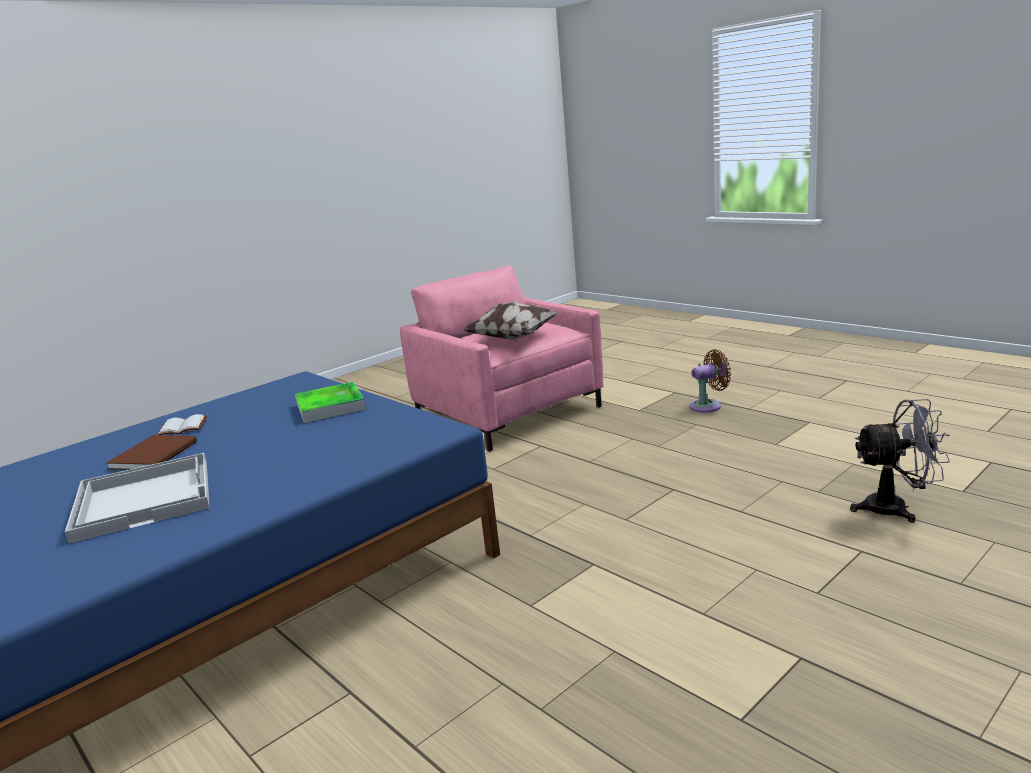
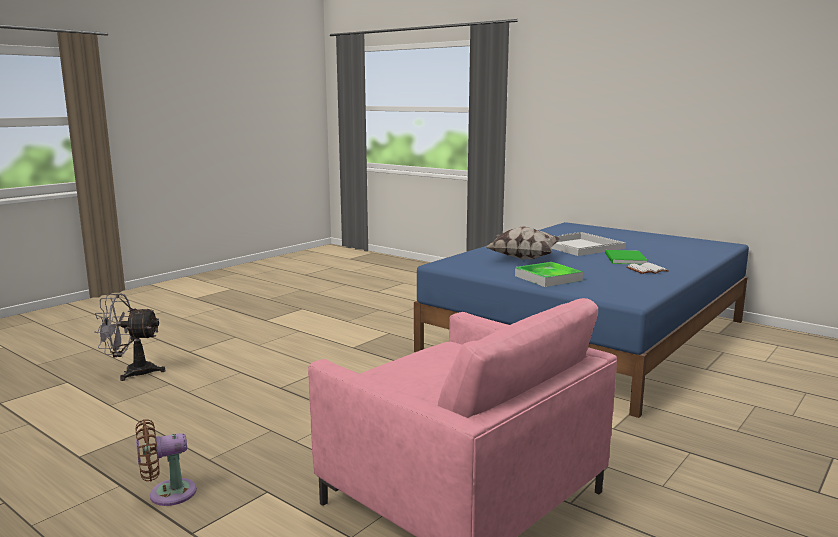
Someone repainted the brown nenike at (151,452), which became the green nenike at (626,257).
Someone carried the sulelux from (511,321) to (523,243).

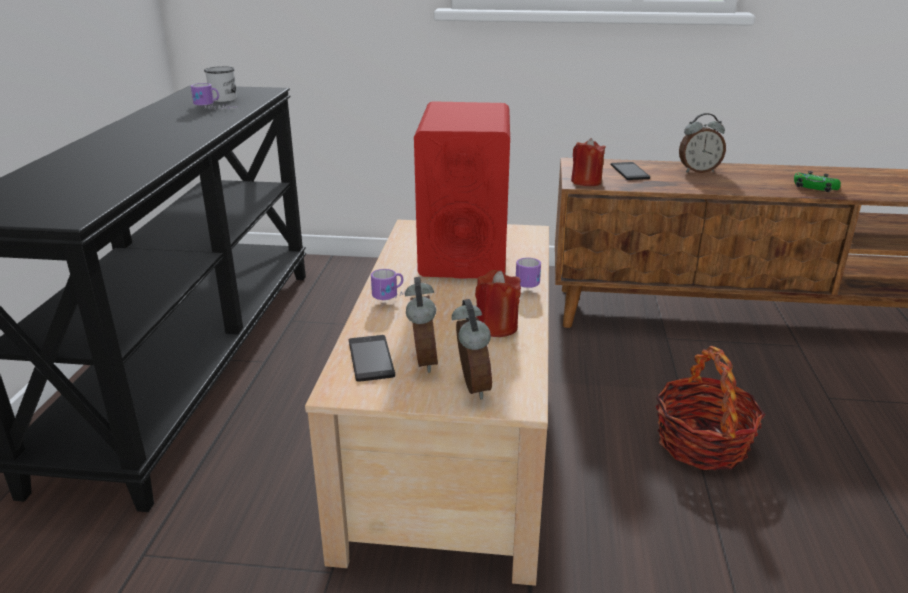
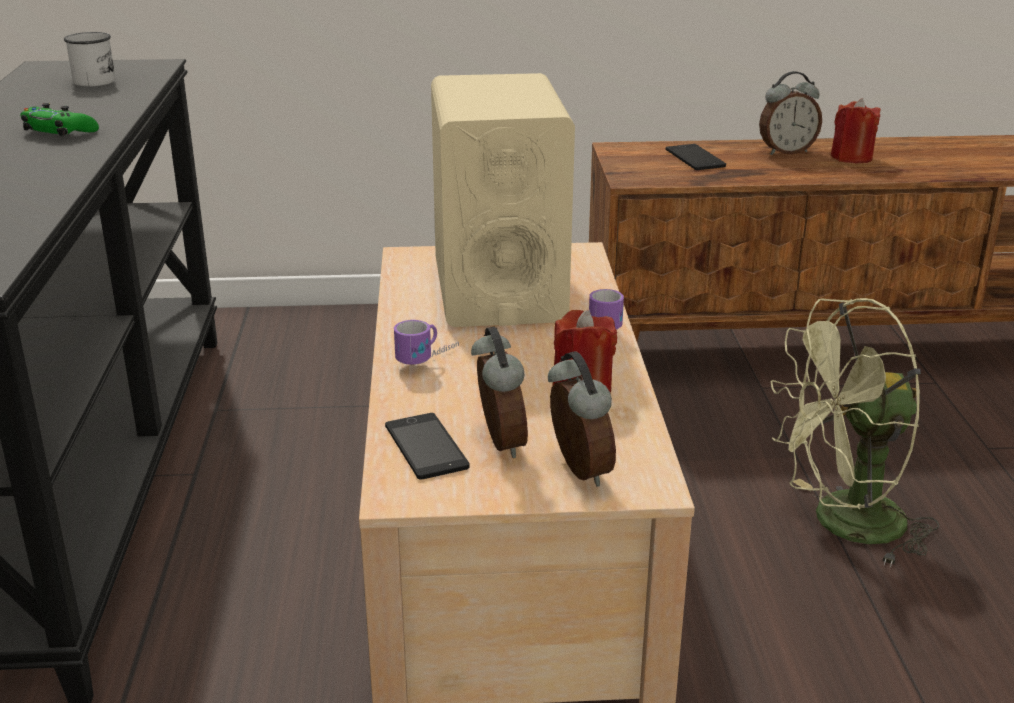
Someone took away the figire at (214,96).
Someone repainted the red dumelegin at (462,190), which became the beige dumelegin at (503,200).
Someone carried the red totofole from (588,162) to (856,130).
Someone swapped the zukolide at (710,408) for the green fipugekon at (855,432).
Someone carried the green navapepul from (817,181) to (60,119).

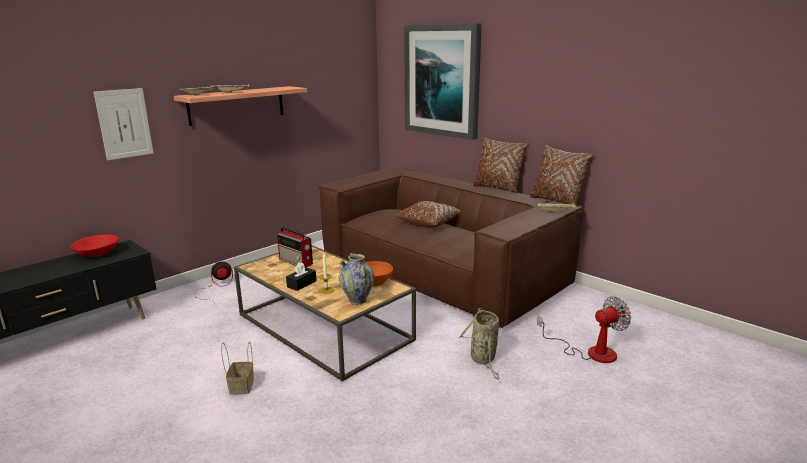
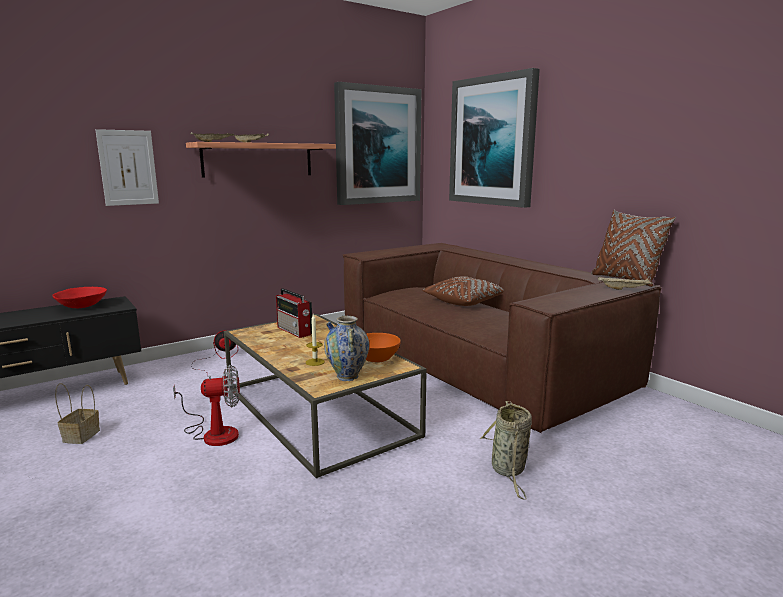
Someone carried the zukolide from (237,368) to (77,413).
Someone took away the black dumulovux at (301,276).
Someone took away the brown sulelux at (500,165).
Someone carried the fipugekon from (584,329) to (206,405).
Someone put up the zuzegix at (378,143).

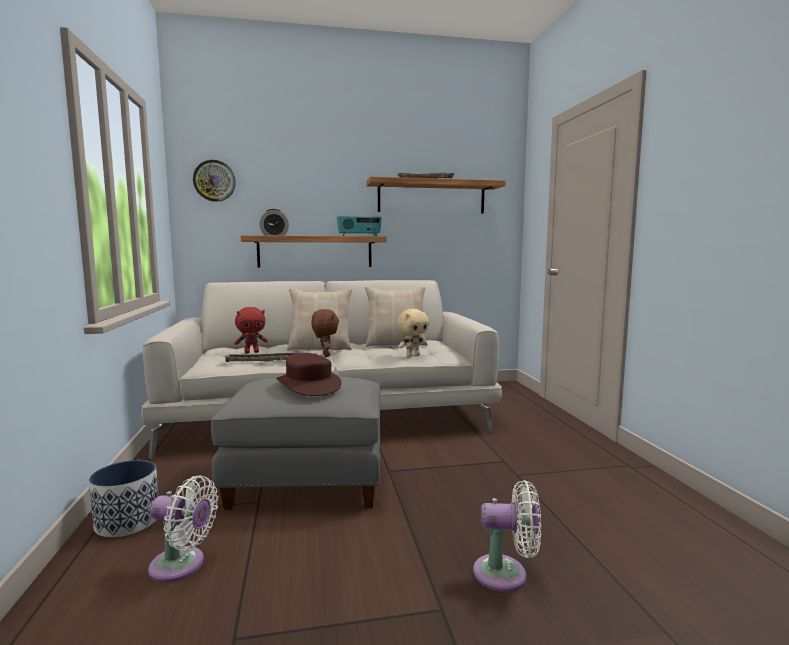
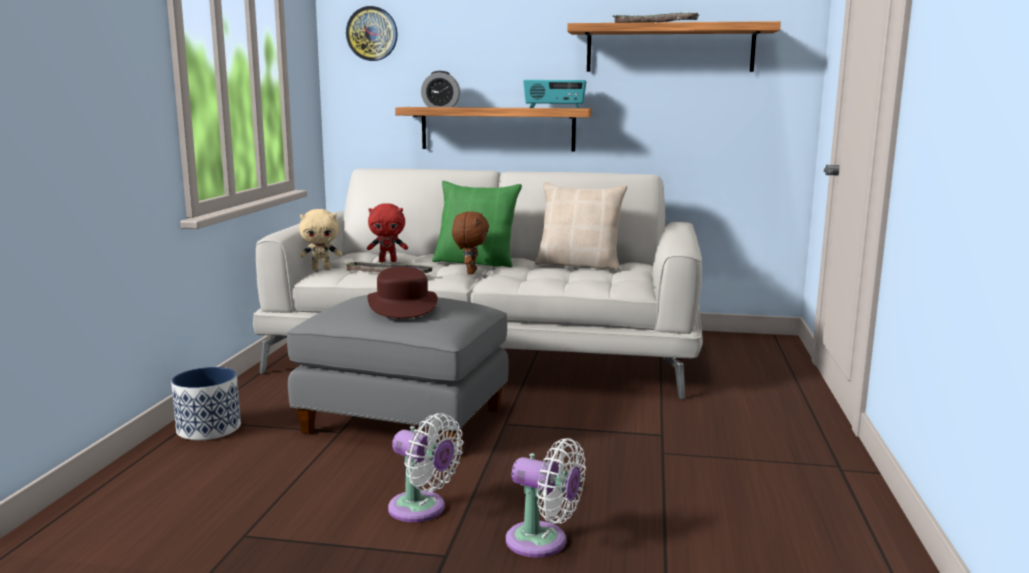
Someone carried the white fipugekon from (183,529) to (425,467).
Someone repainted the beige sulelux at (319,319), which became the green sulelux at (477,224).
Someone carried the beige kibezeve from (413,333) to (320,239).

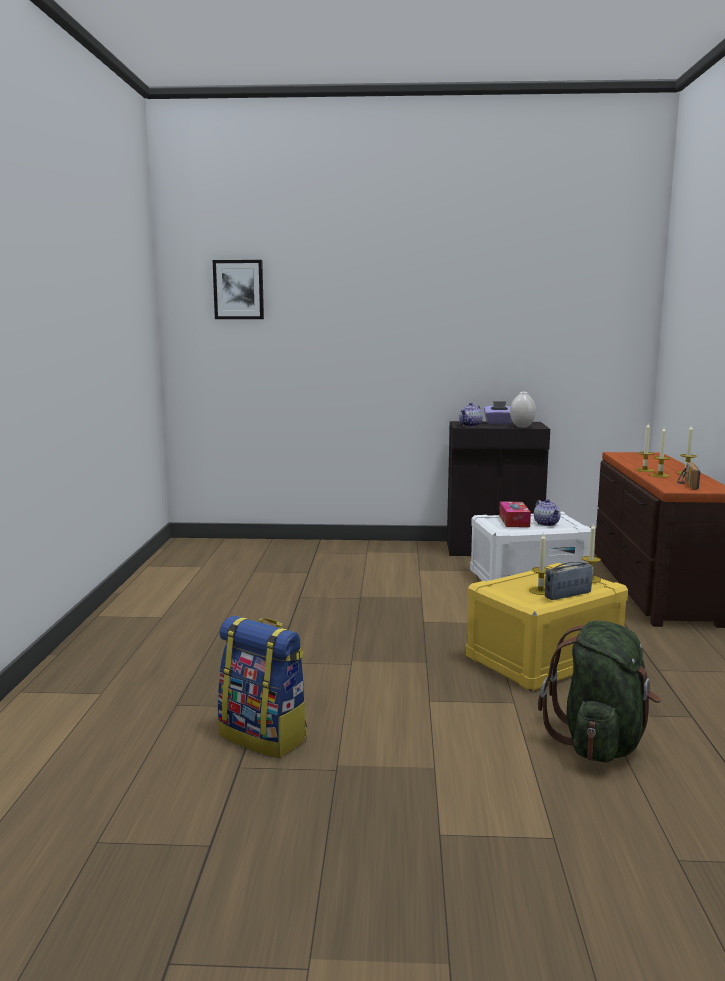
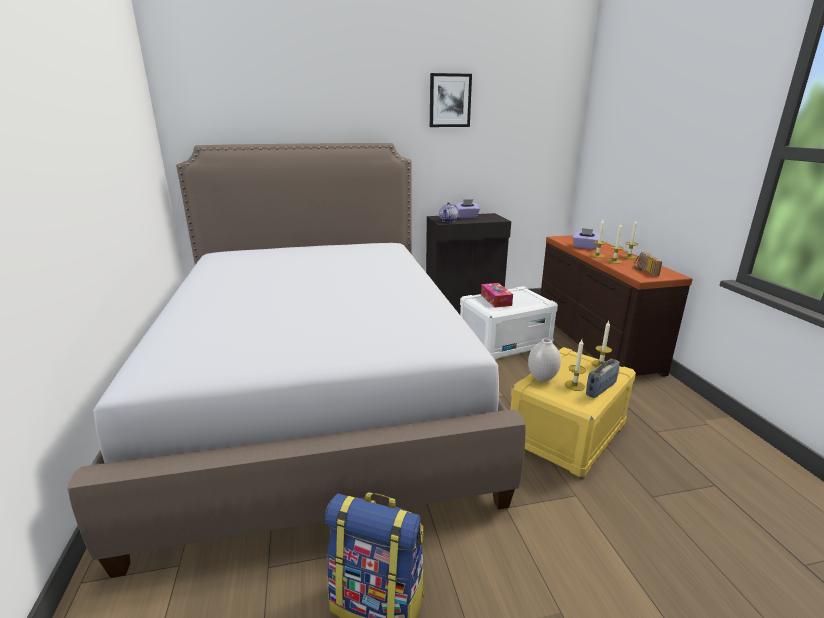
Someone carried the zuzegix from (238,289) to (451,100).
Someone carried the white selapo from (523,410) to (544,360).
Someone took away the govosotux at (547,512).
Someone took away the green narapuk at (599,691).
Someone put down the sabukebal at (297,360).
Someone put down the purple dumulovux at (586,239).

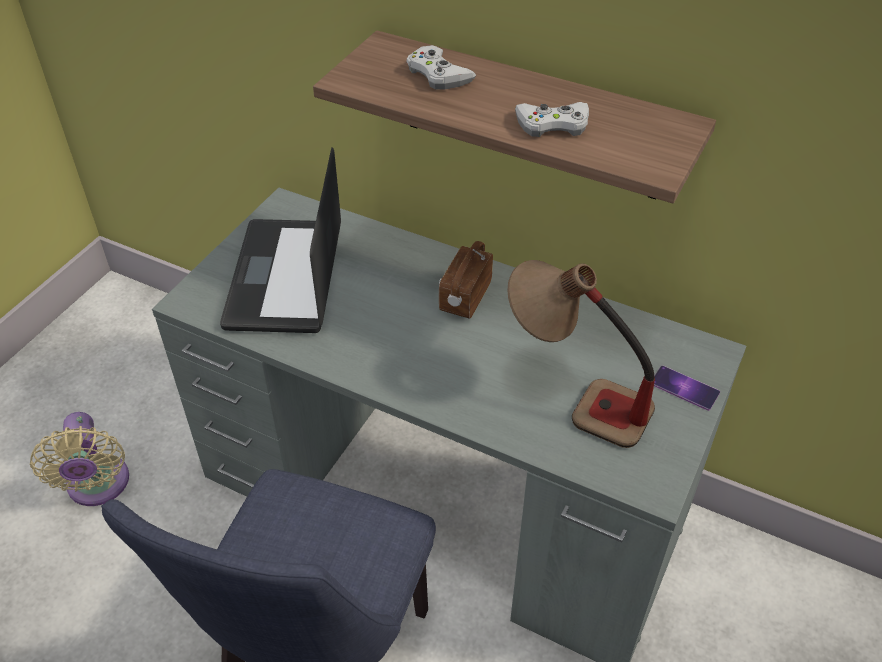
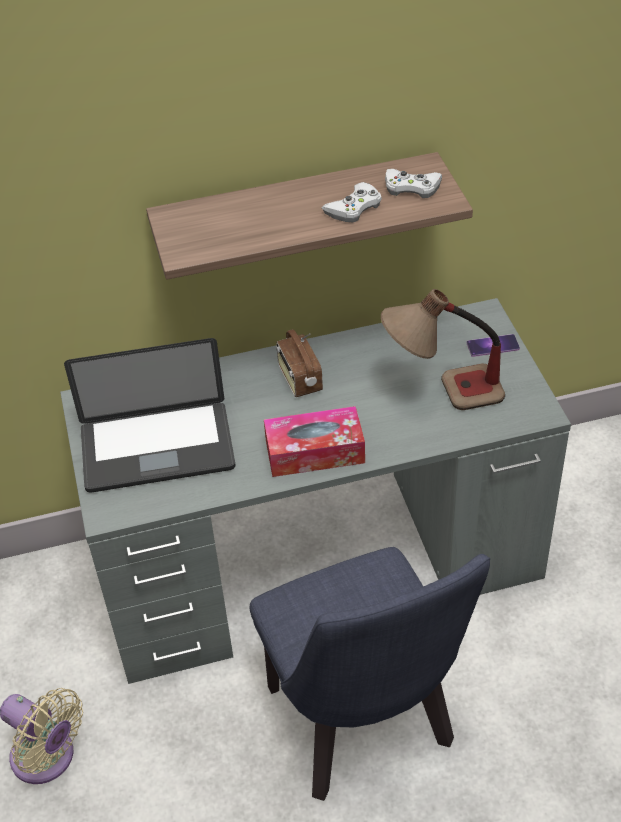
Someone rotated the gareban at (280,240) by 60 degrees counterclockwise.
Someone carried the white navapepul from (441,67) to (413,183).
Someone put down the dumulovux at (314,441).

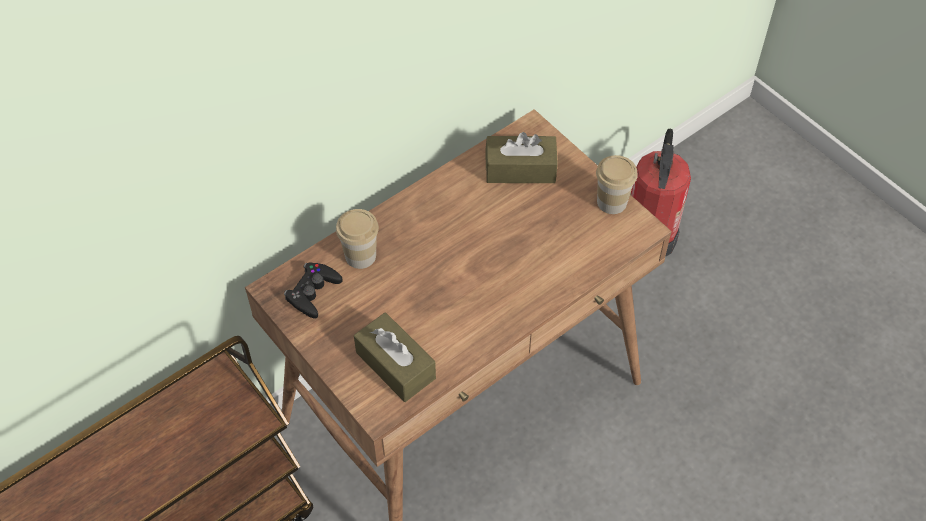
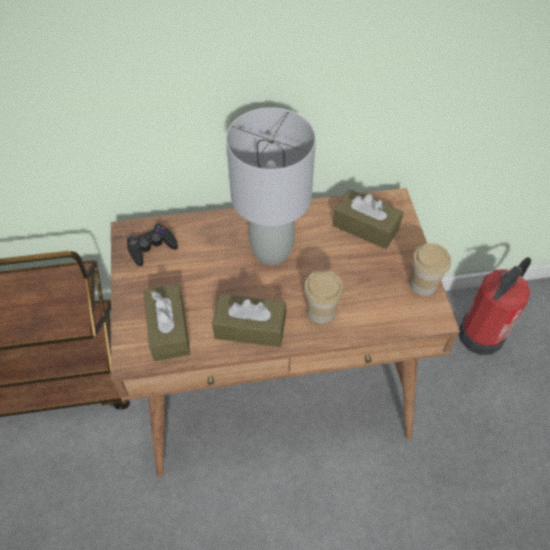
Someone carried the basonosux from (357,239) to (323,297).
Someone put down the brown dumulovux at (249,320).
Someone put down the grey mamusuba at (271,186).

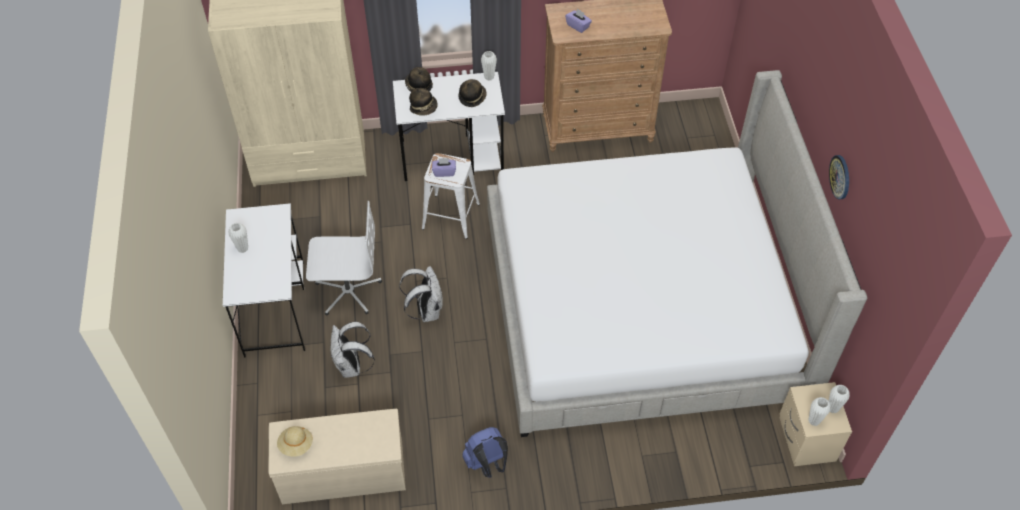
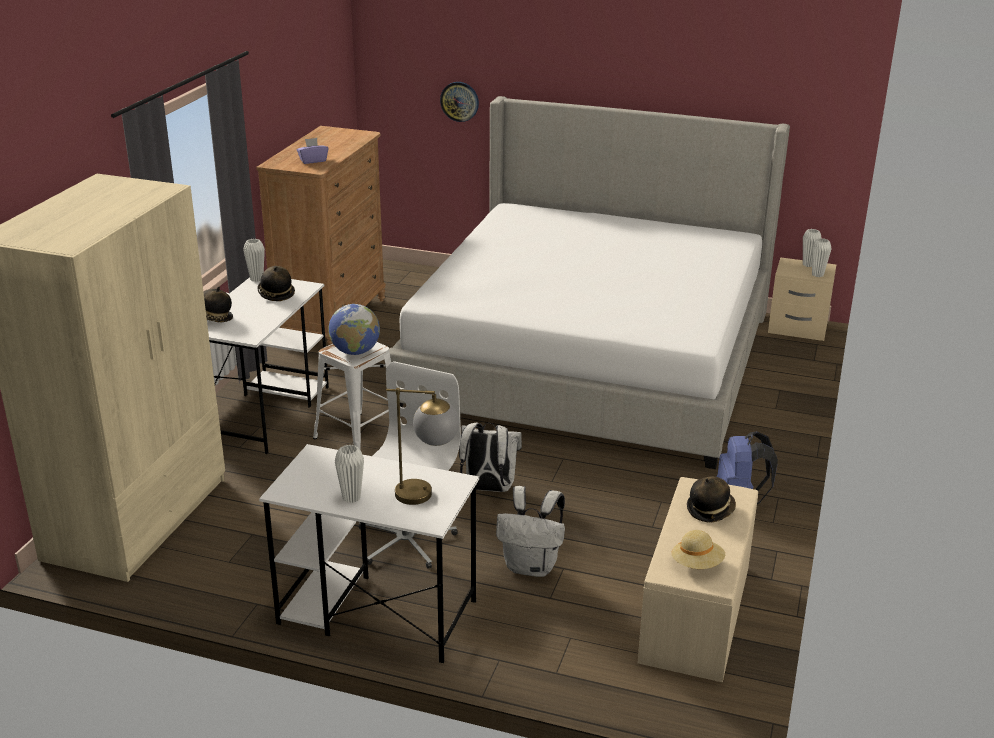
Someone carried the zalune from (423,102) to (711,499).
Someone swapped the purple dumulovux at (444,167) for the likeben at (354,329).
Someone carried the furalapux from (839,177) to (459,102).
Someone put down the mamusuba at (422,446).

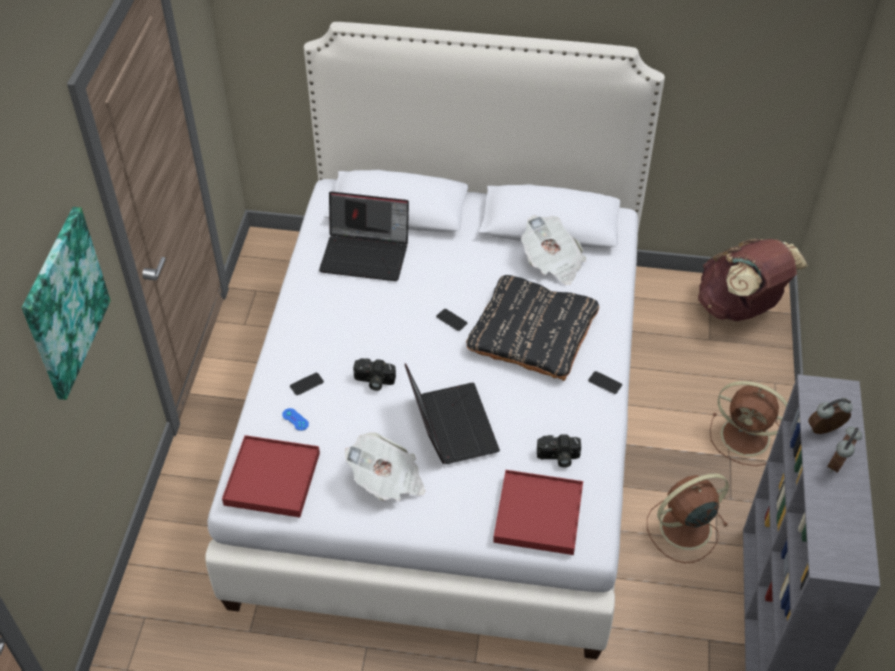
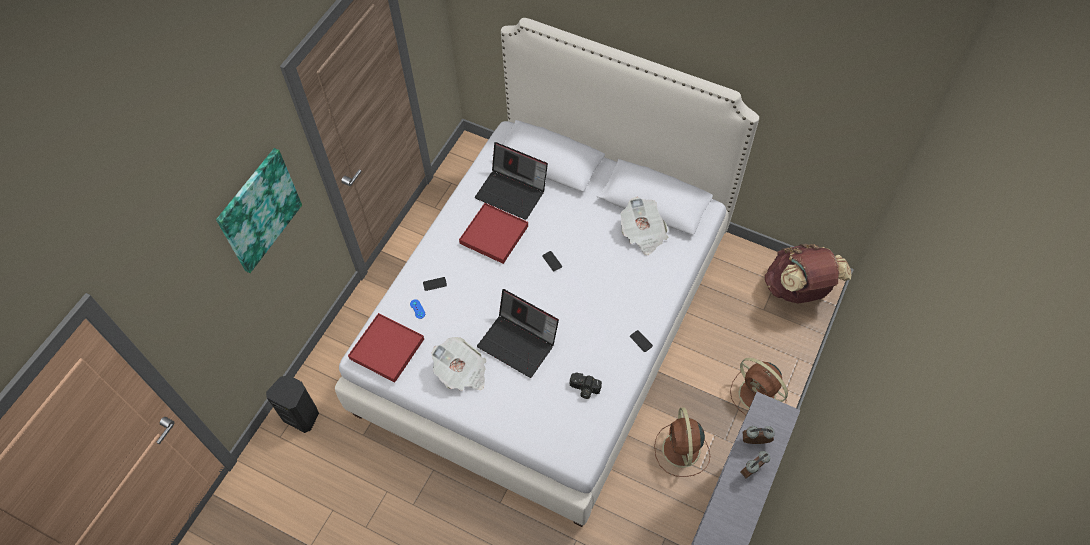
Someone took away the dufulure at (374,374).
Someone rotated the gareban at (452,413) by 120 degrees clockwise.
Someone took away the black sulelux at (532,328).
Someone carried the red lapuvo from (538,512) to (493,233).
Someone rotated the brown fipugekon at (688,518) by 90 degrees counterclockwise.
Someone put down the black dumelegin at (292,404).

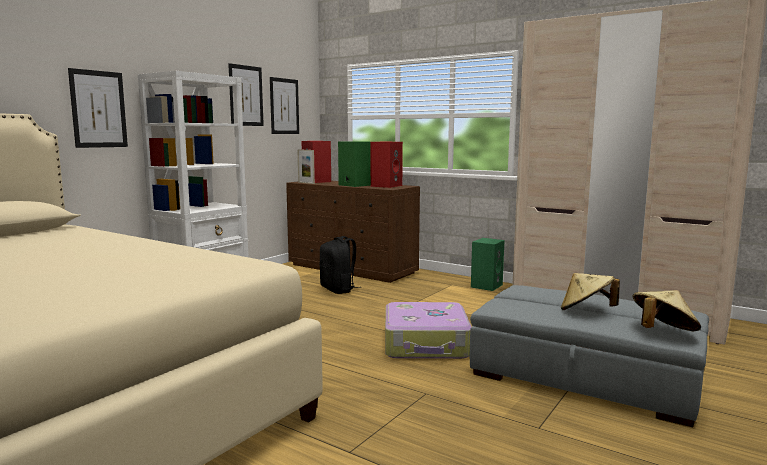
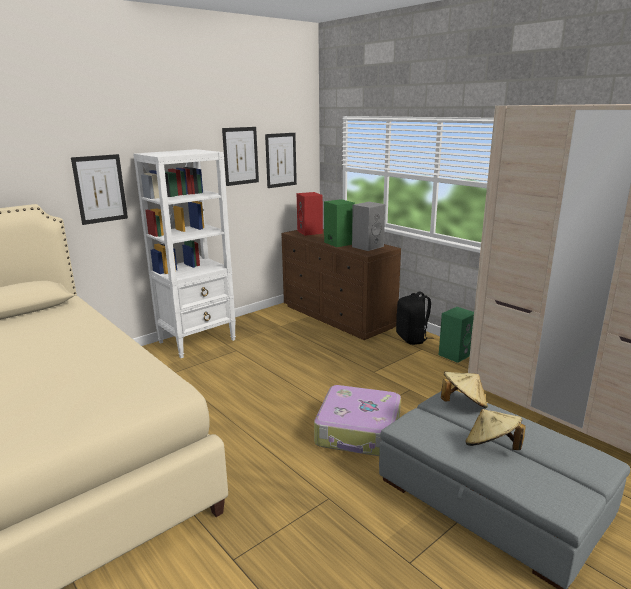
Someone took away the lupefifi at (306,166).
Someone carried the black narapuk from (340,265) to (415,318).
Someone repainted the red dumelegin at (387,165), which became the grey dumelegin at (368,226).
Someone carried the beige zalune from (666,310) to (464,390).

